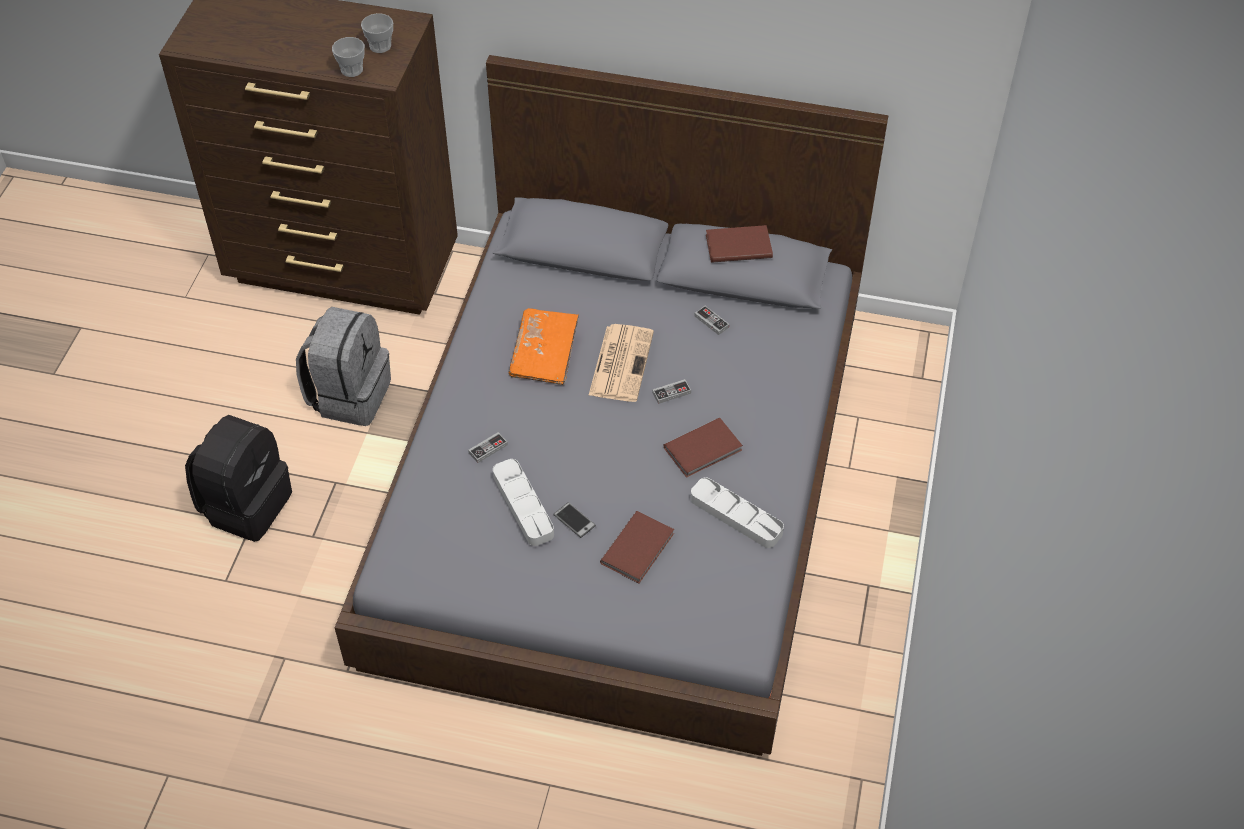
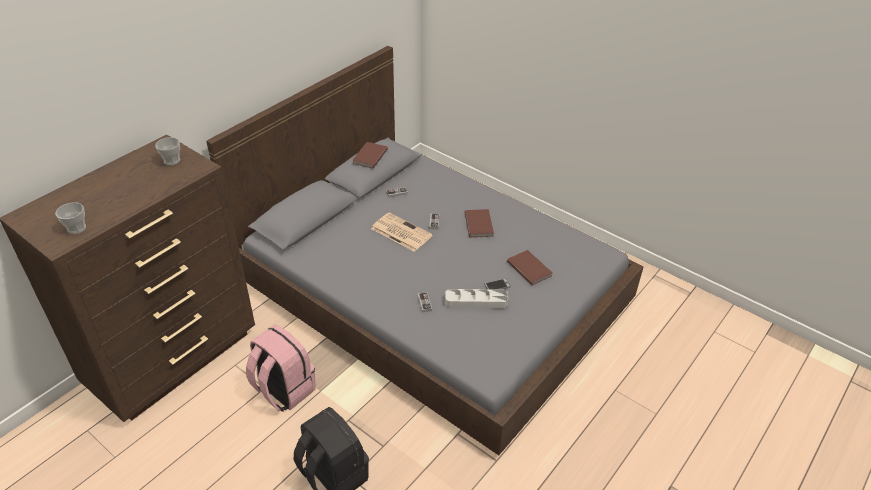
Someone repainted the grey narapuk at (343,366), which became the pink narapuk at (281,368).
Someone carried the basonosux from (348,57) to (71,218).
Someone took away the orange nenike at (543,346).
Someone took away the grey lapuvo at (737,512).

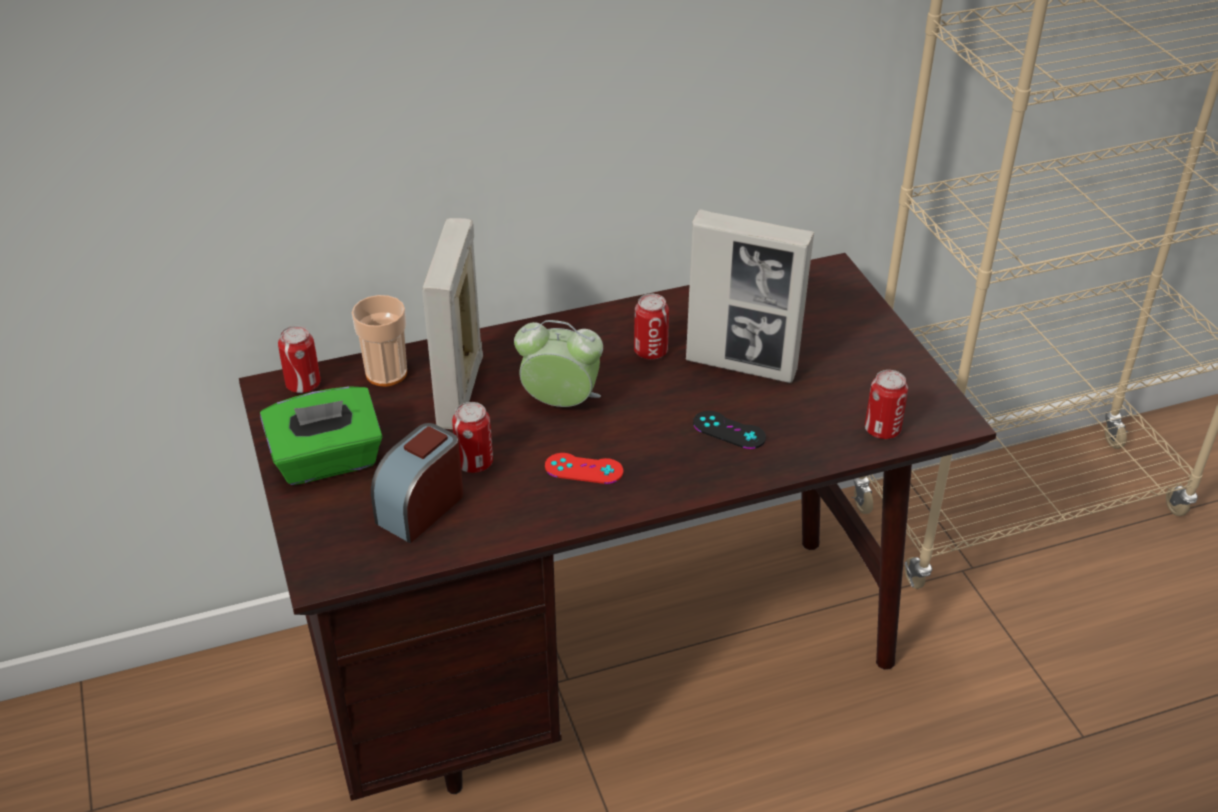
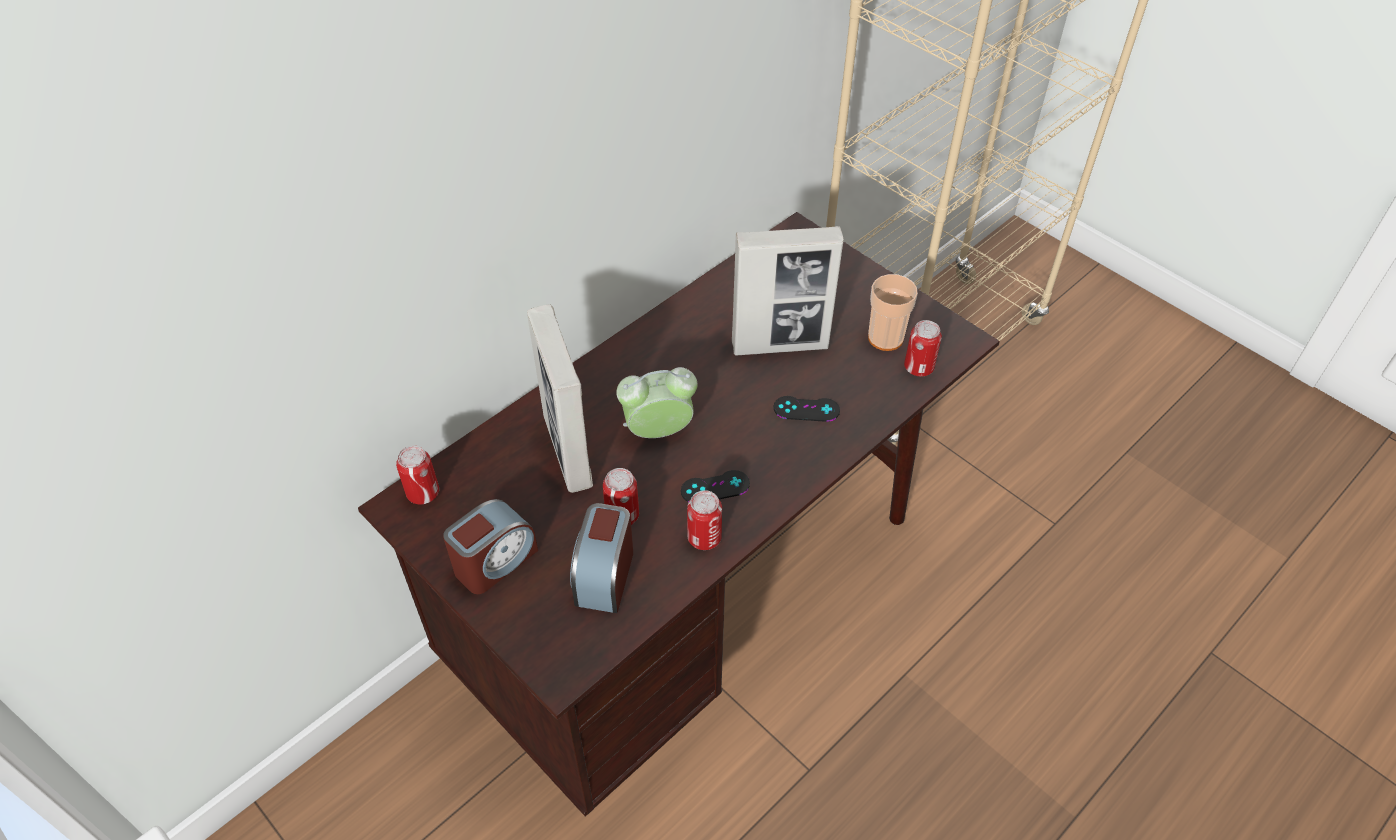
Someone swapped the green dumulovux at (321,435) for the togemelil at (490,546).
Someone carried the basonosux from (379,341) to (893,312).
Someone repainted the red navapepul at (584,468), which became the black navapepul at (715,486).
Someone carried the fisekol from (651,326) to (704,520).

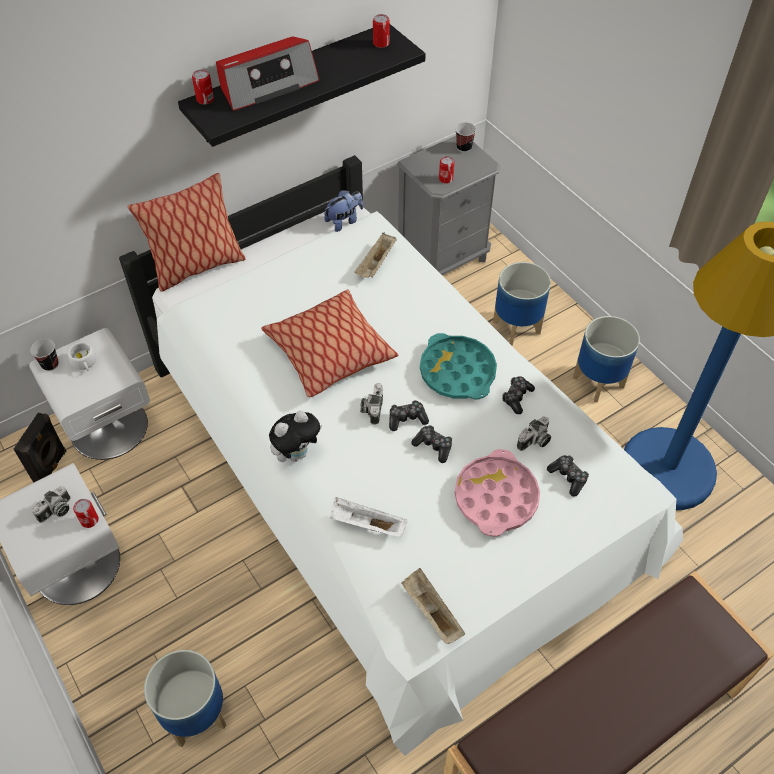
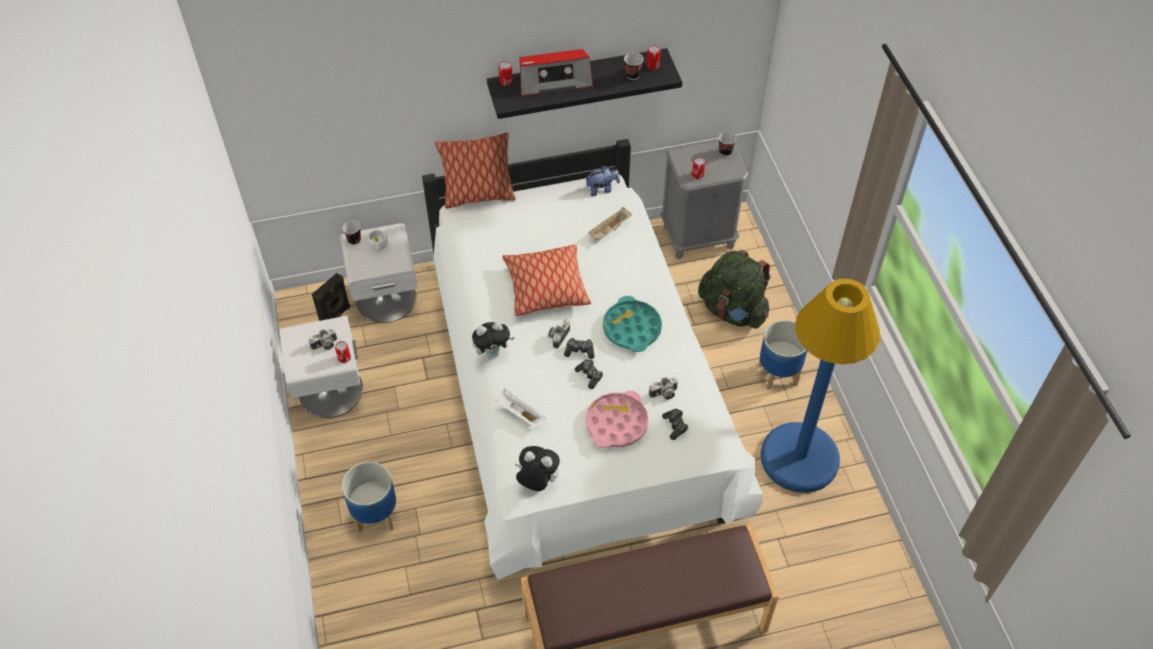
Someone swapped the beige lapuvo at (433,606) for the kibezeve at (537,468).
Someone swapped the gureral at (522,304) for the green narapuk at (734,289).
Someone took away the navapepul at (518,395).
Someone put down the basonosux at (634,66).

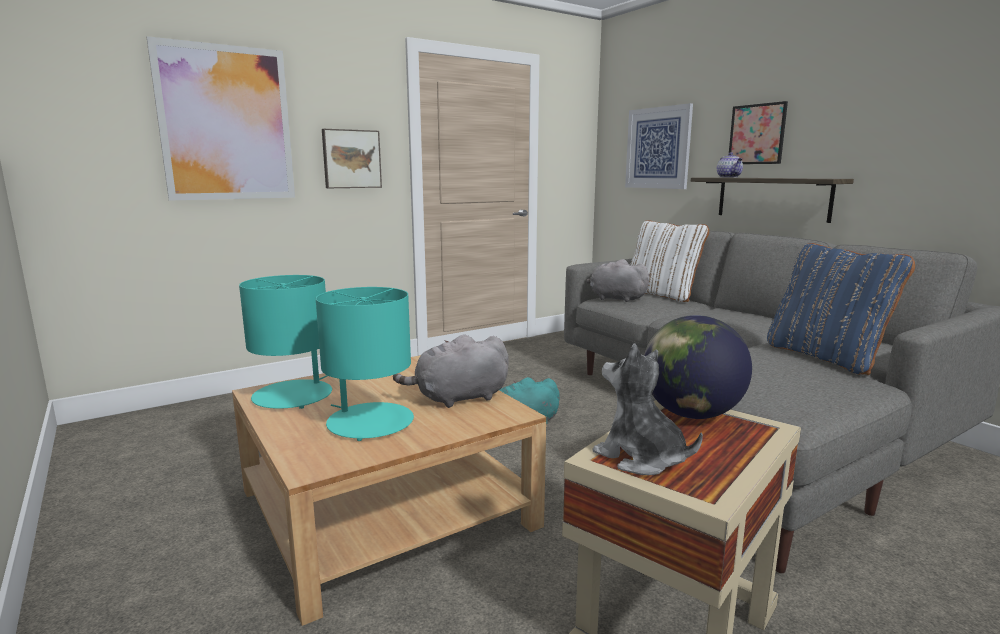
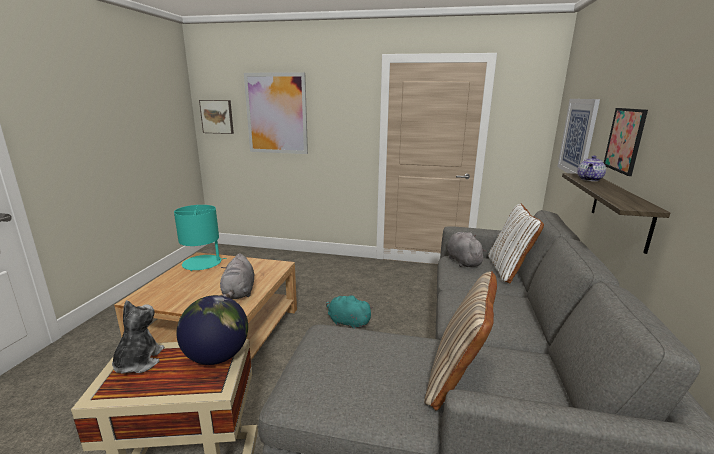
Someone took away the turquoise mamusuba at (365,364).
Someone carried the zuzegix from (352,158) to (216,117).
Someone rotated the grey kibezeve at (451,371) by 120 degrees counterclockwise.
Someone repainted the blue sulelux at (841,309), which became the beige sulelux at (460,341).

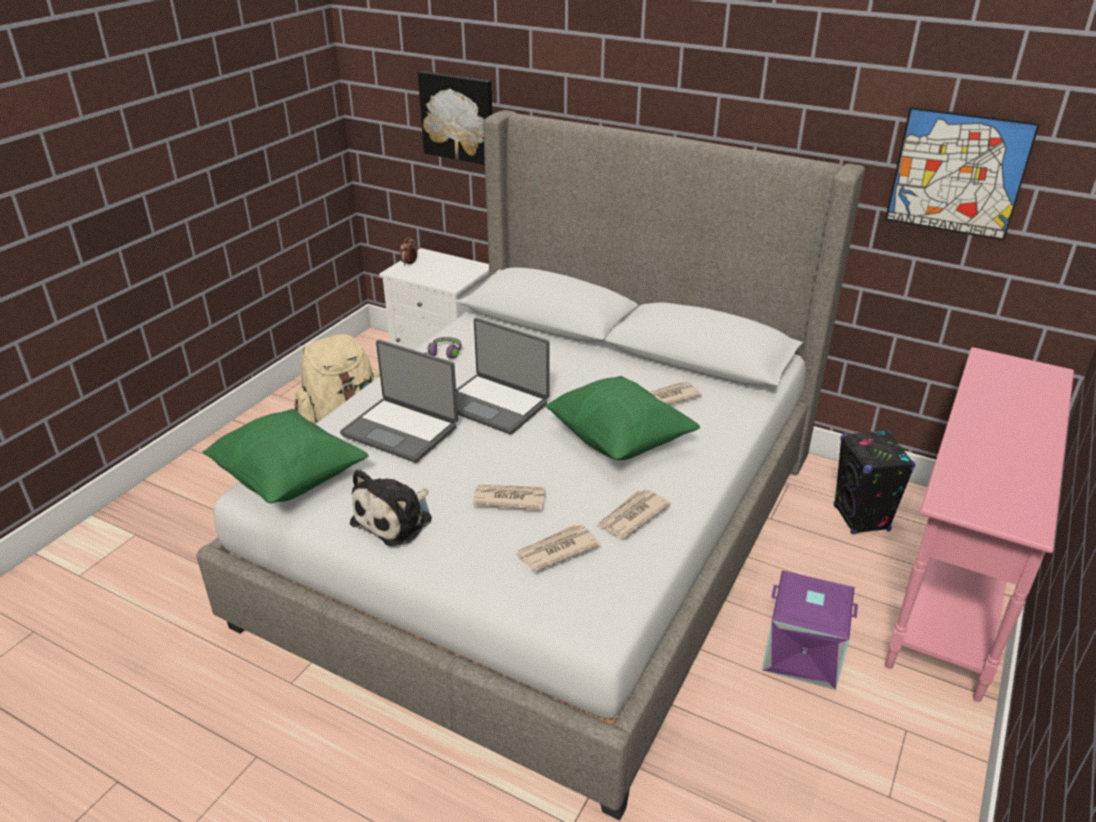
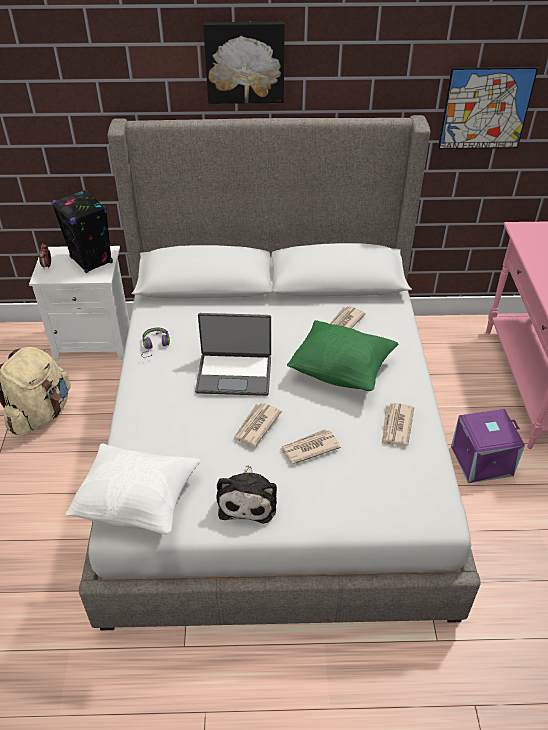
Someone repainted the green sulelux at (285,456), which became the white sulelux at (133,488).
Someone took away the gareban at (399,401).
Someone carried the zuzegix from (455,118) to (244,63).
Someone carried the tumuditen from (557,548) to (257,424).
Someone carried the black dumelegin from (875,482) to (82,231).

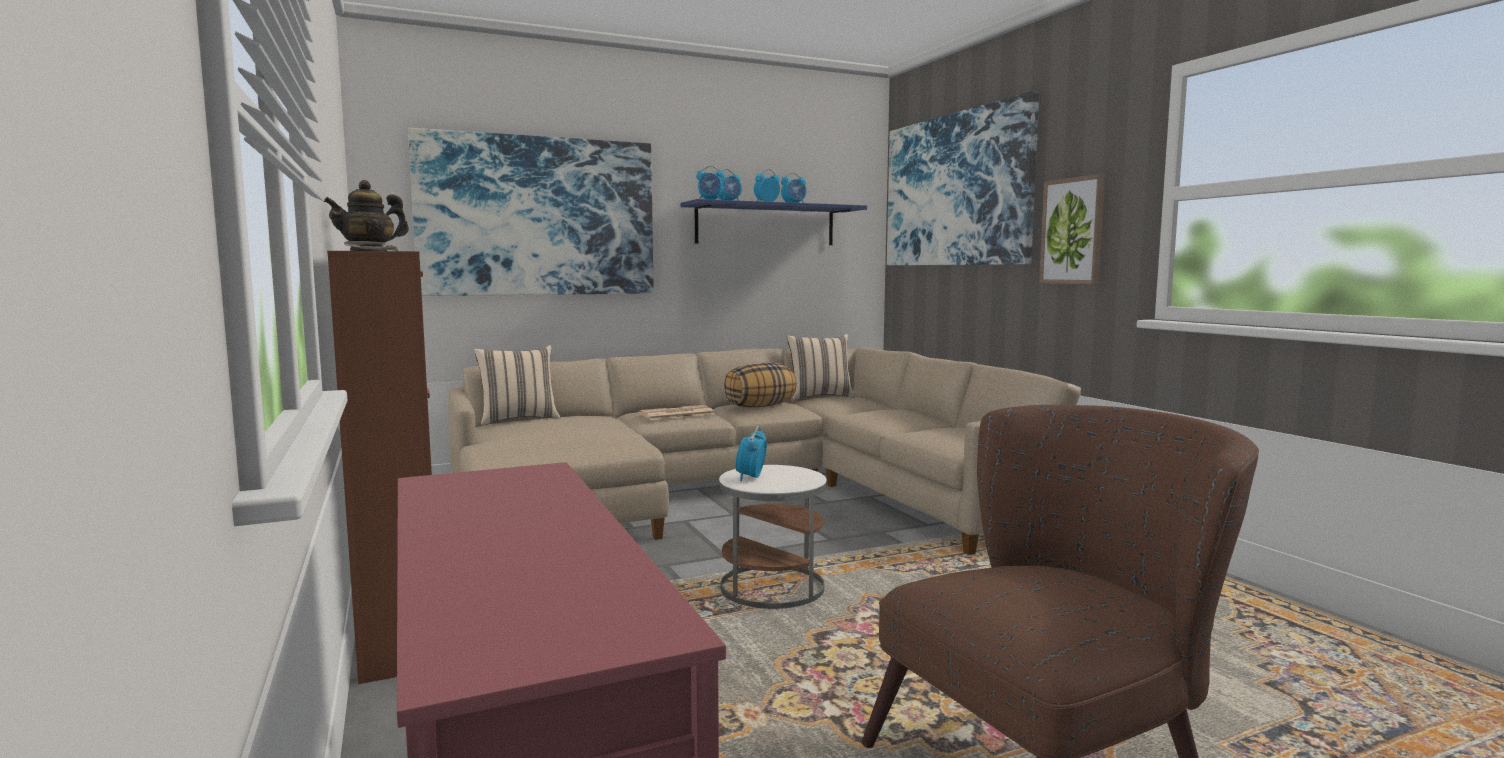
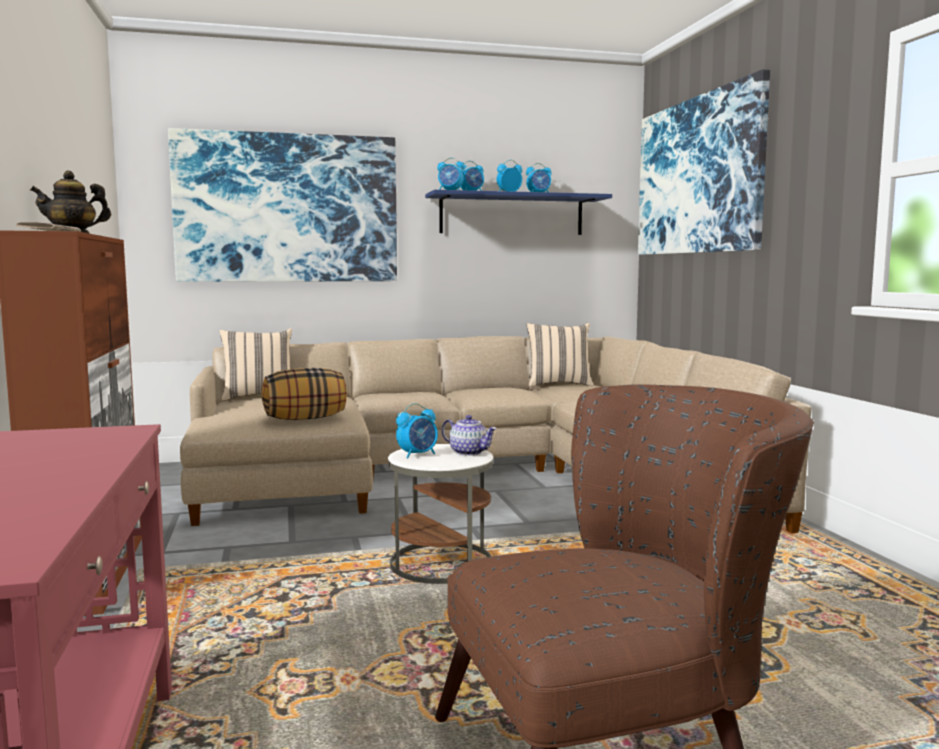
Someone took away the tumuditen at (676,412).
Someone carried the sulelux from (760,385) to (304,394).
Someone rotated the togemelil at (751,453) by 150 degrees counterclockwise.
Someone took away the zuzegix at (1072,229).
Someone put down the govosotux at (469,435).

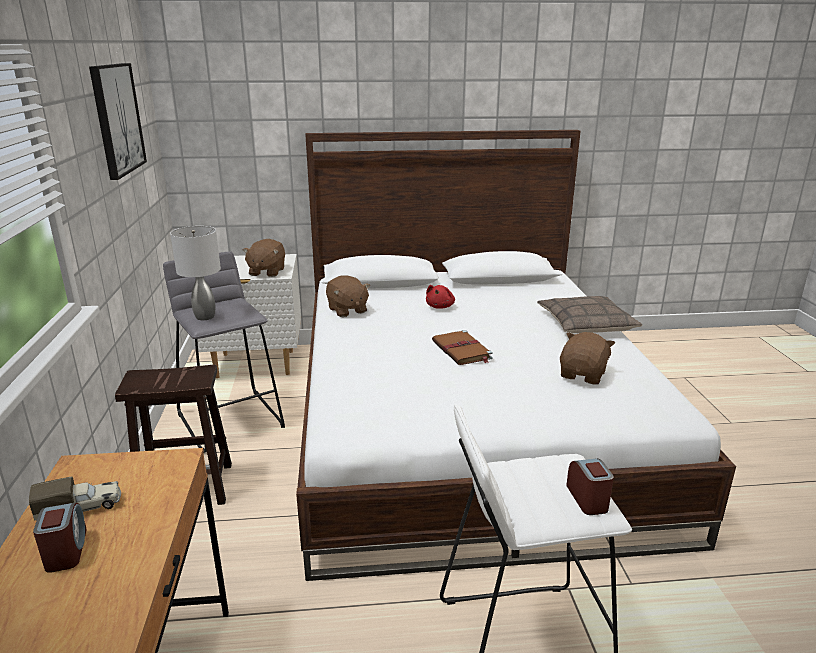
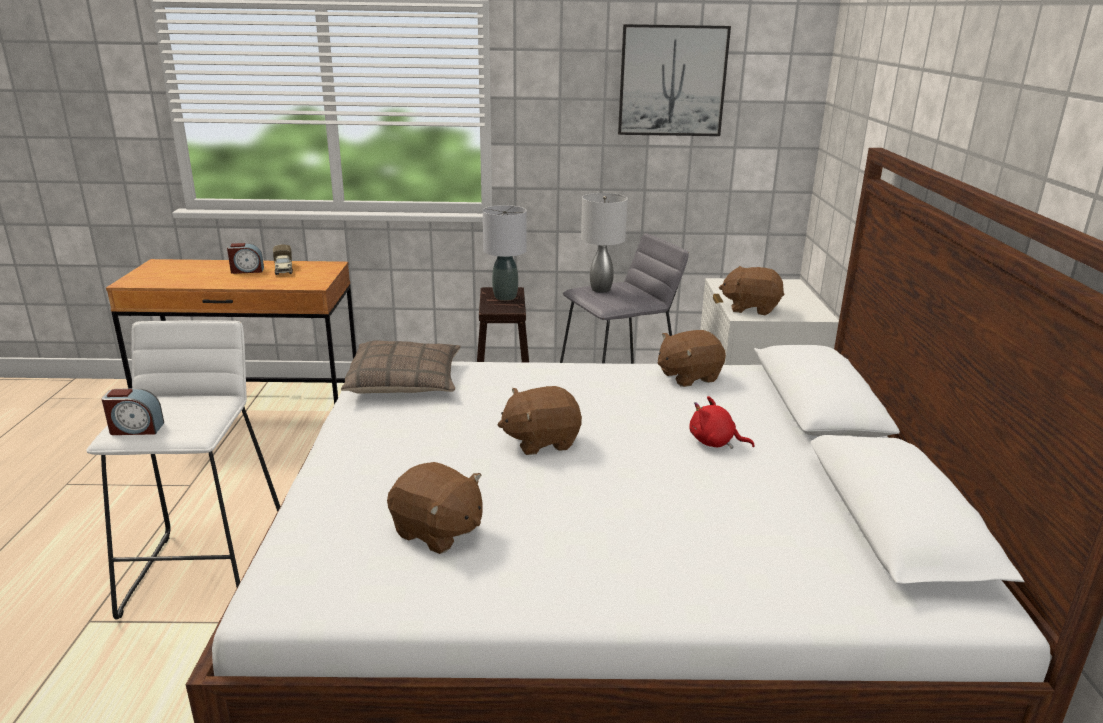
Someone swapped the brown nenike at (462,347) for the brown kibezeve at (540,420).
Someone carried the sulelux from (589,314) to (400,367).
Someone put down the grey mamusuba at (505,253).

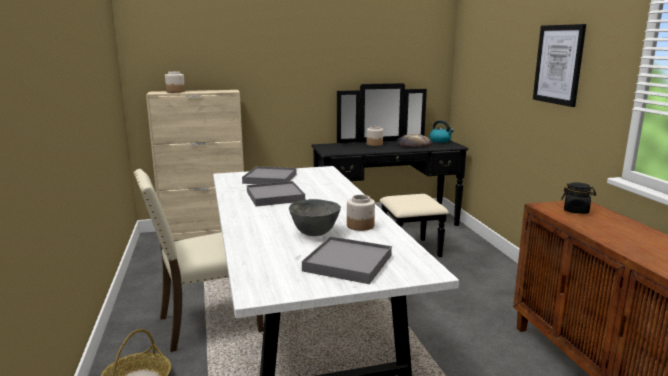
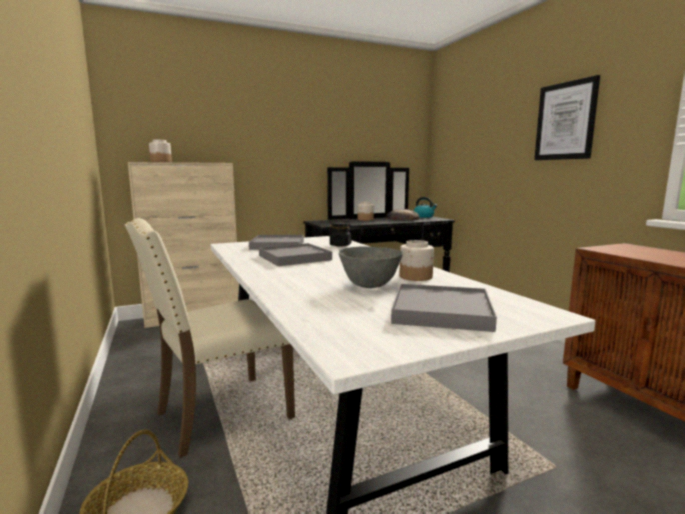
Someone carried the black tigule from (578,198) to (341,234).

